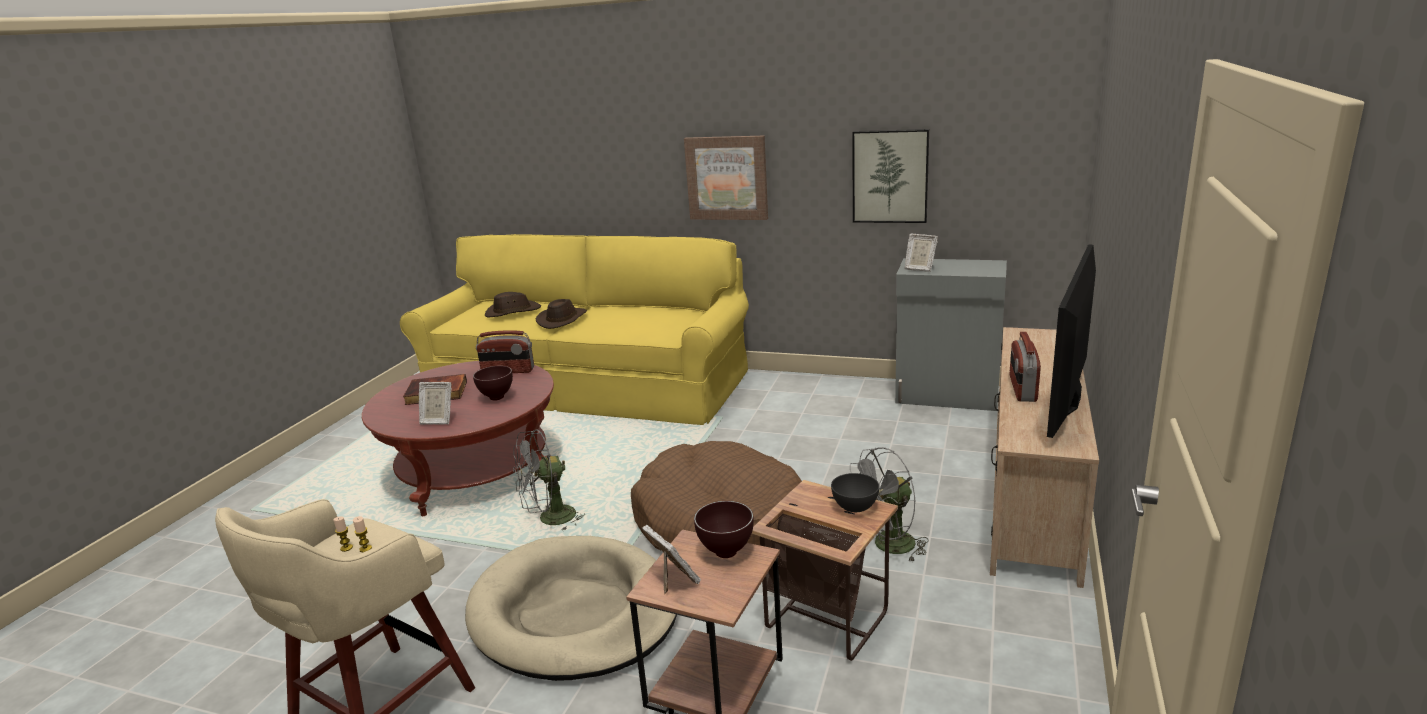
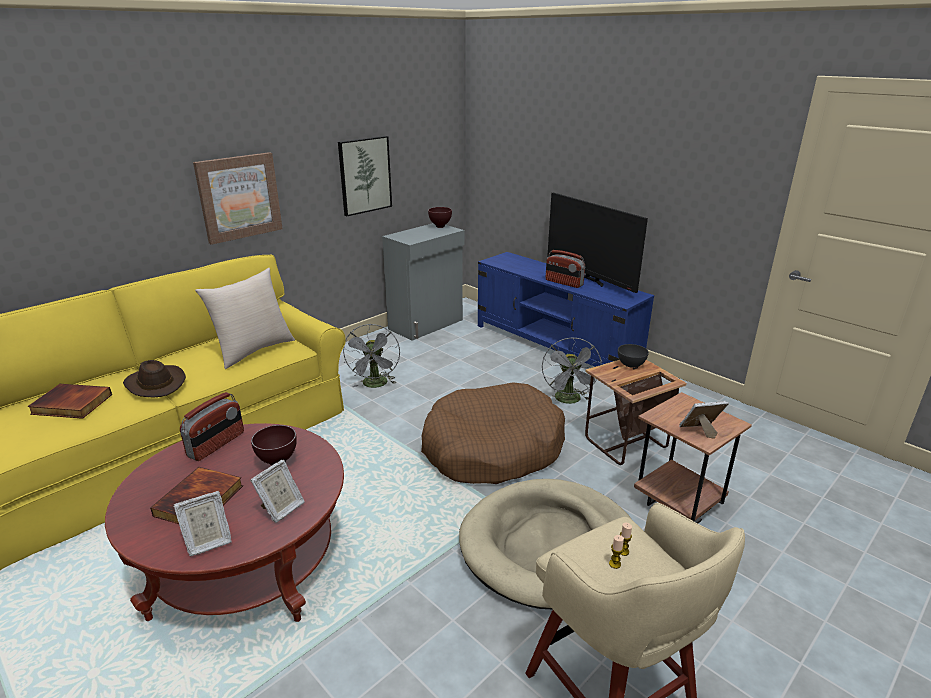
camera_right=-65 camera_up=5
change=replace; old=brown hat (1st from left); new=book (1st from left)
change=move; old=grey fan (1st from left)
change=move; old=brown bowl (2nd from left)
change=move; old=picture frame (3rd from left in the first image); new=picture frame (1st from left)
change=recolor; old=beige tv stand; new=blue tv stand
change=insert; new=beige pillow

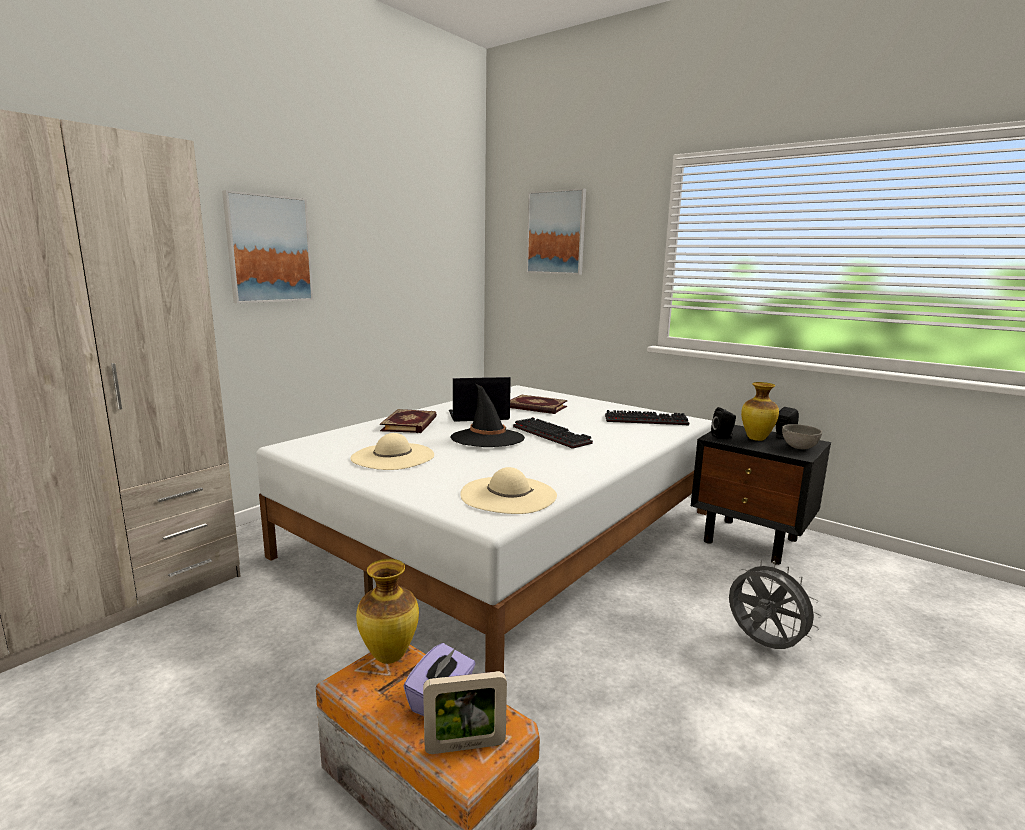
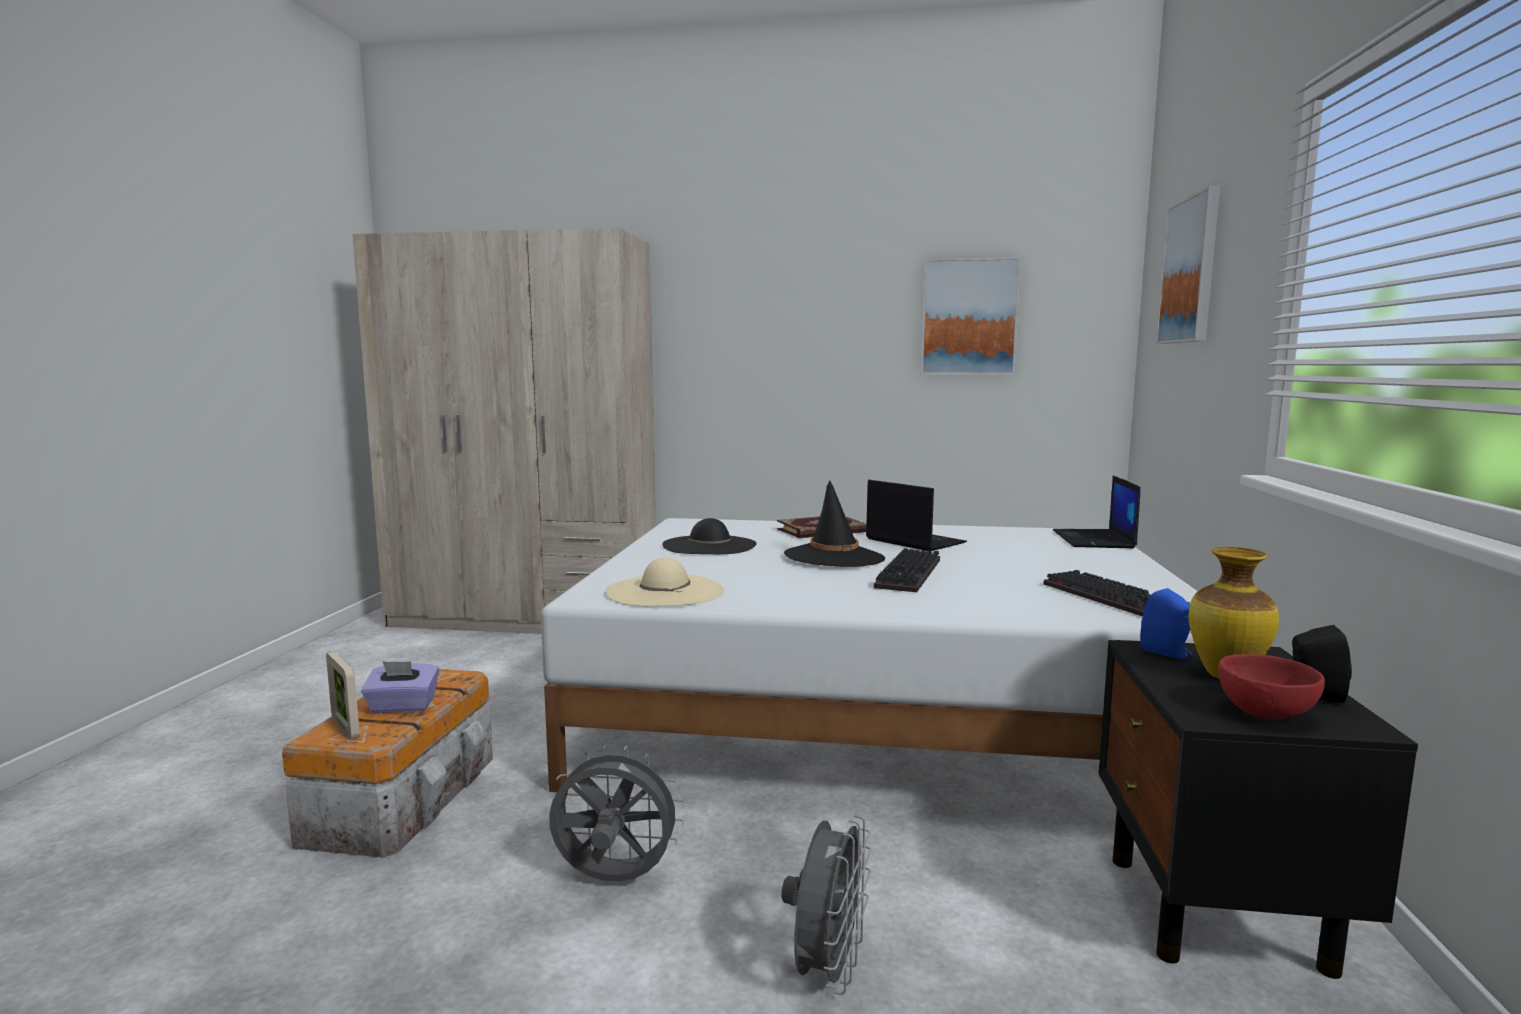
camera_right=60 camera_up=-5
change=move; old=picture (1st from left)
change=recolor; old=beige hat (1st from left); new=black hat (1st from left)
change=delete; old=vase (1st from left)
change=delete; old=book (2nd from left)
change=recolor; old=black speaker (1st from left); new=blue speaker
change=recolor; old=grey bowl; new=red bowl
change=insert; new=grey fan (1st from left)
change=insert; new=laptop (2nd from left)

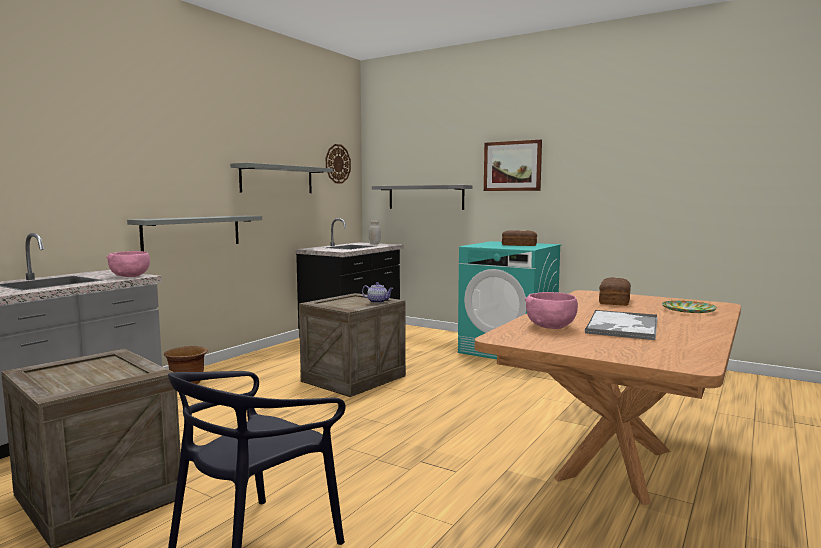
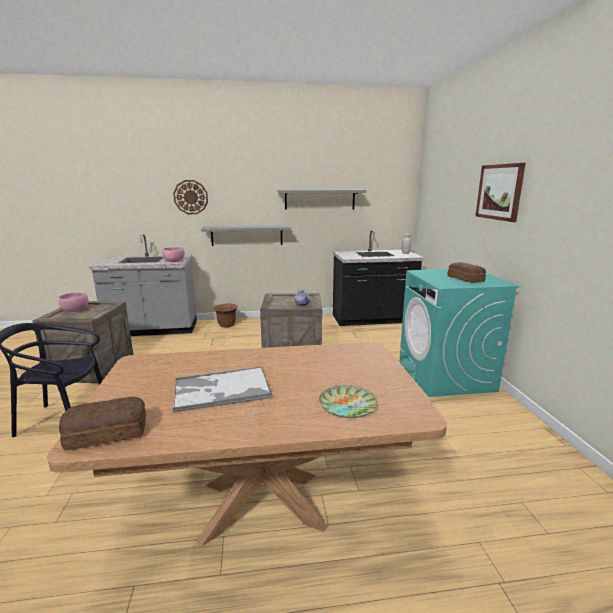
camera_right=50 camera_up=10
change=move; old=wall clock
change=delete; old=grey shelf (3rd from left)
change=move; old=pink bowl (2nd from left in the first image); new=pink bowl (1st from left)
change=move; old=bread (2nd from left in the first image); new=bread (1st from left)

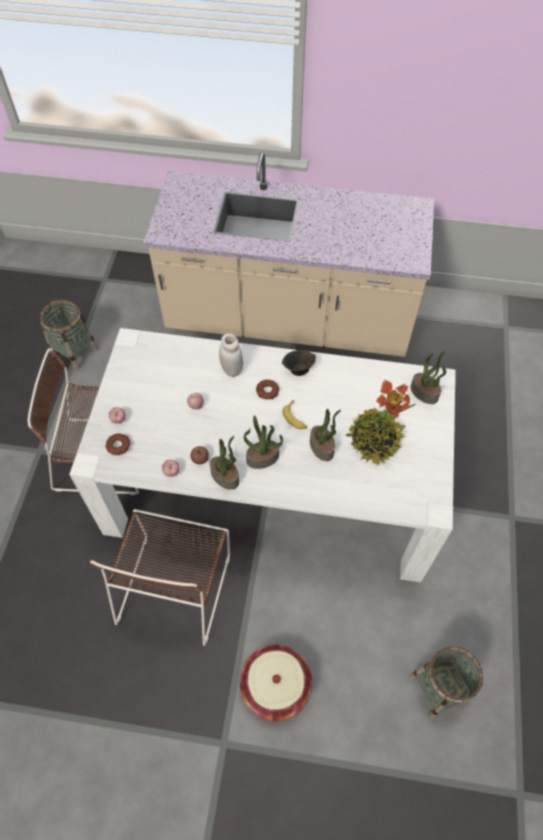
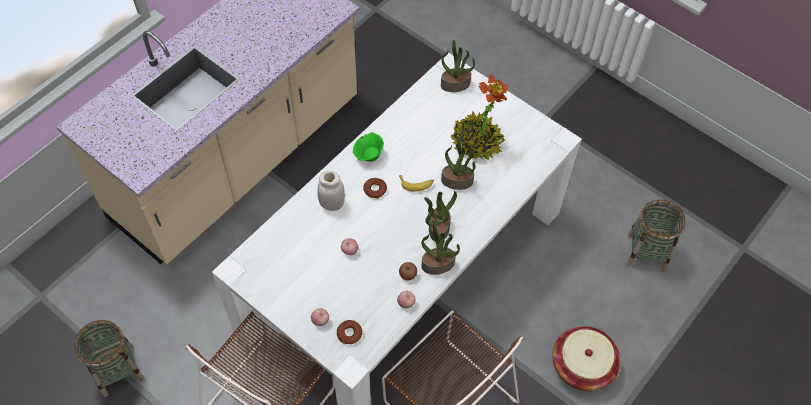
camera_right=-60 camera_up=0
change=recolor; old=brown bowl; new=green bowl

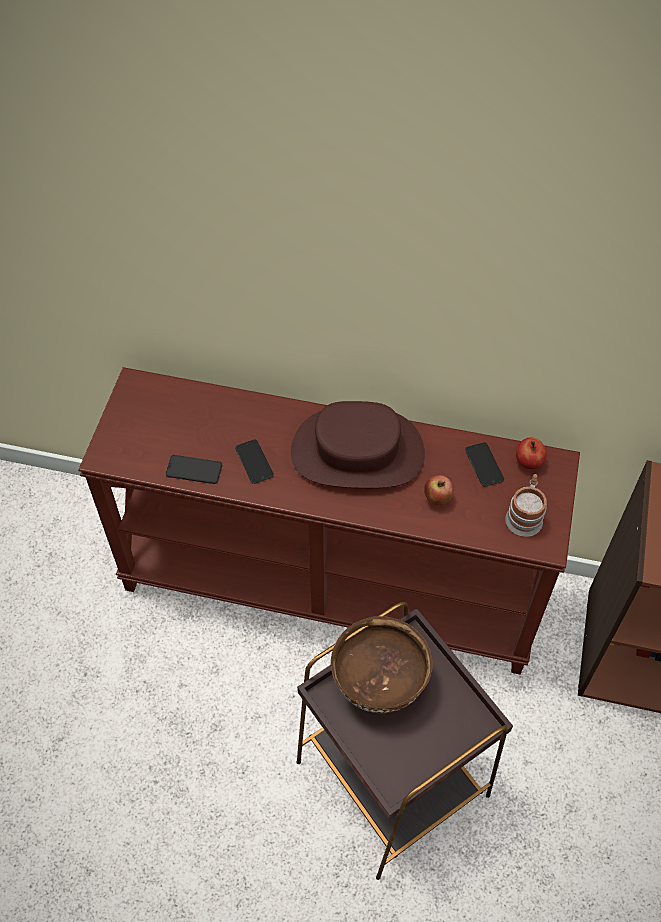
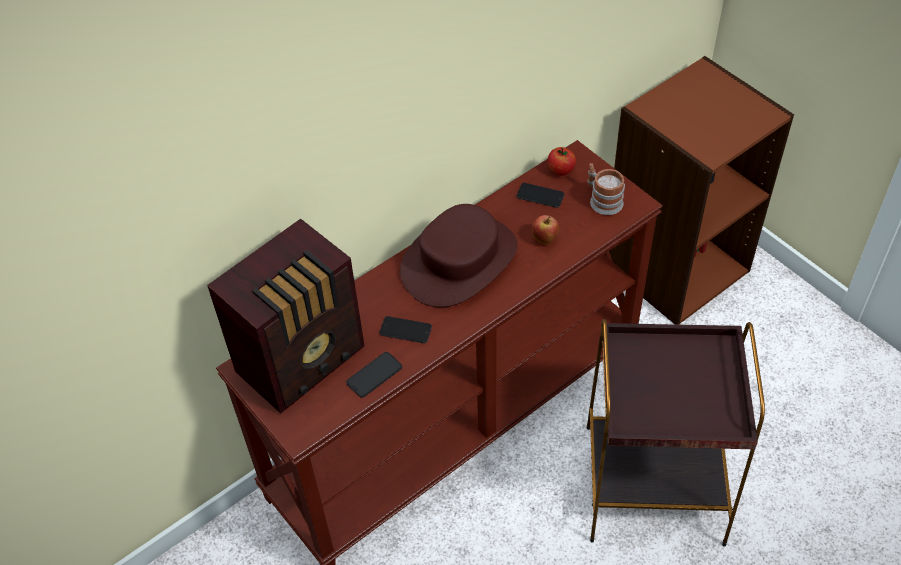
camera_right=-50 camera_up=-5
change=delete; old=brown bowl
change=insert; new=radio

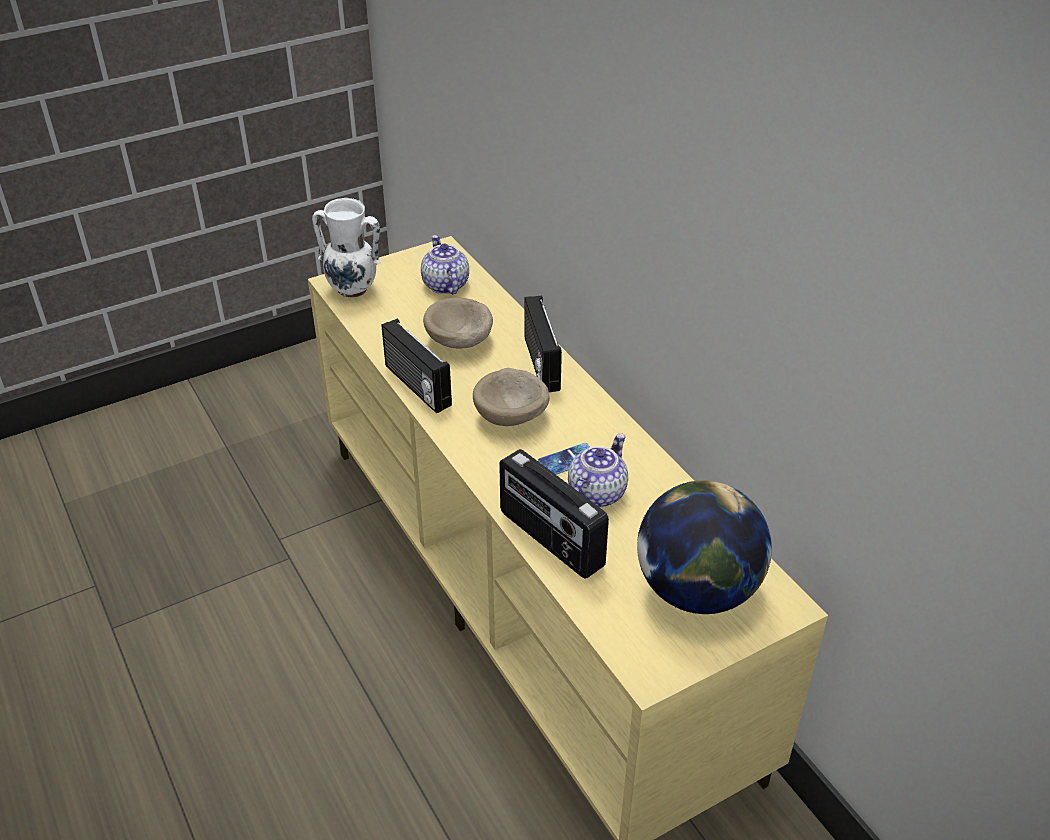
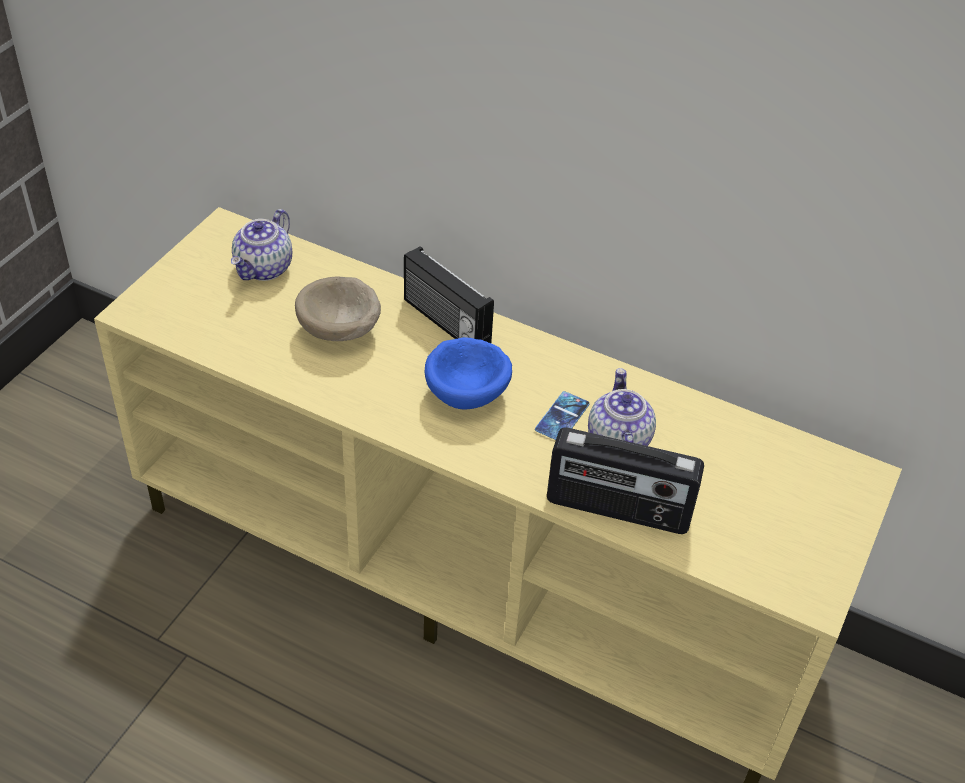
camera_right=-35 camera_up=5
change=delete; old=white vase
change=delete; old=radio (1st from left)
change=rotate; old=teapot (1st from left); degrees=-105
change=recolor; old=beige bowl (2nd from left); new=blue bowl
change=delete; old=globe

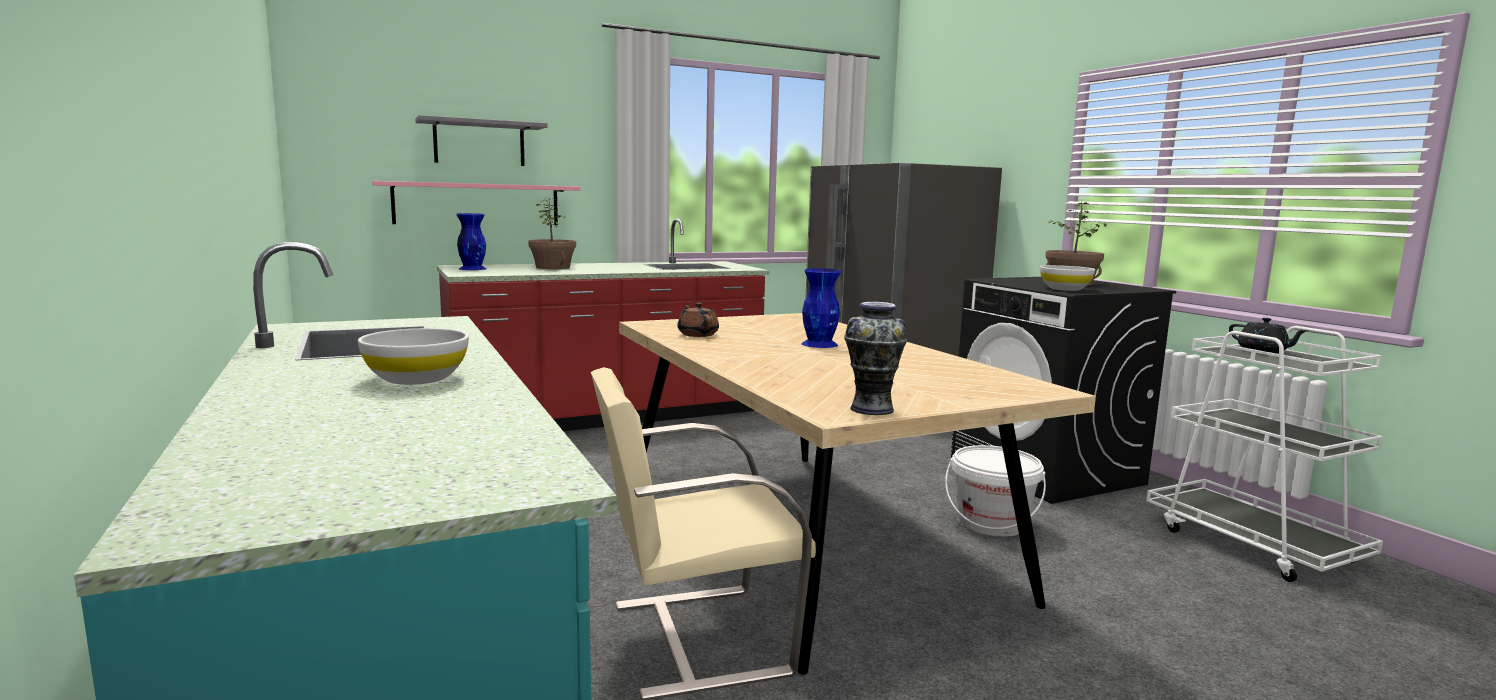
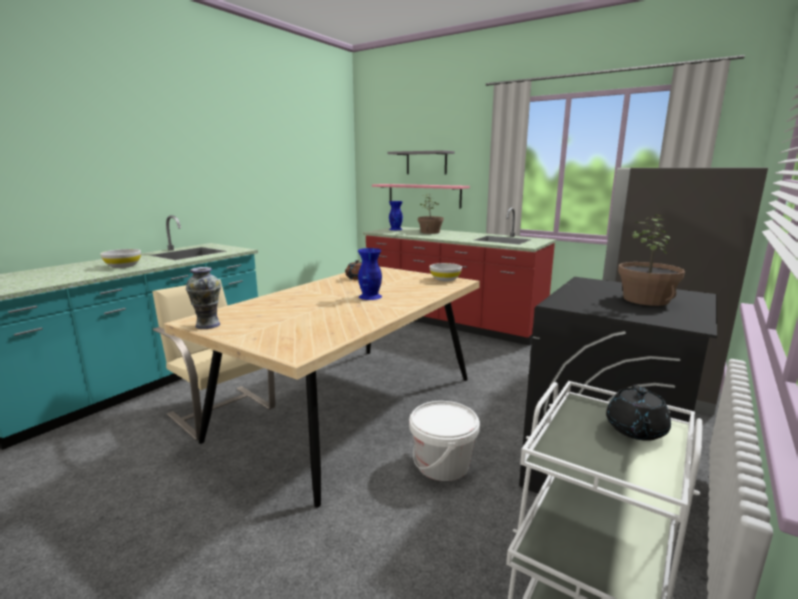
camera_right=60 camera_up=5
change=move; old=white bowl (2nd from left)

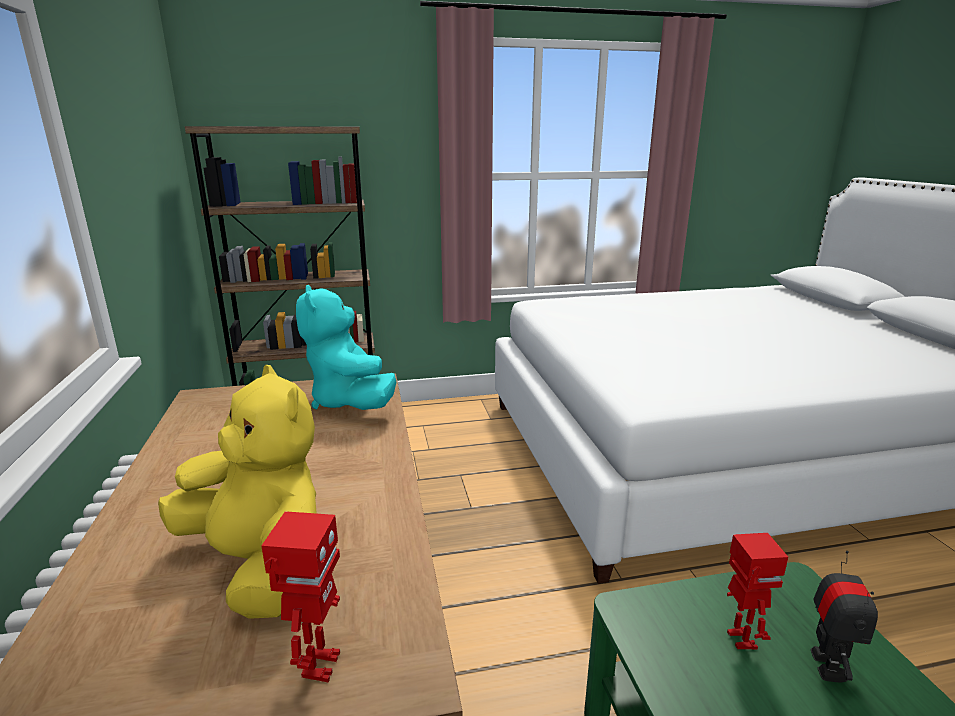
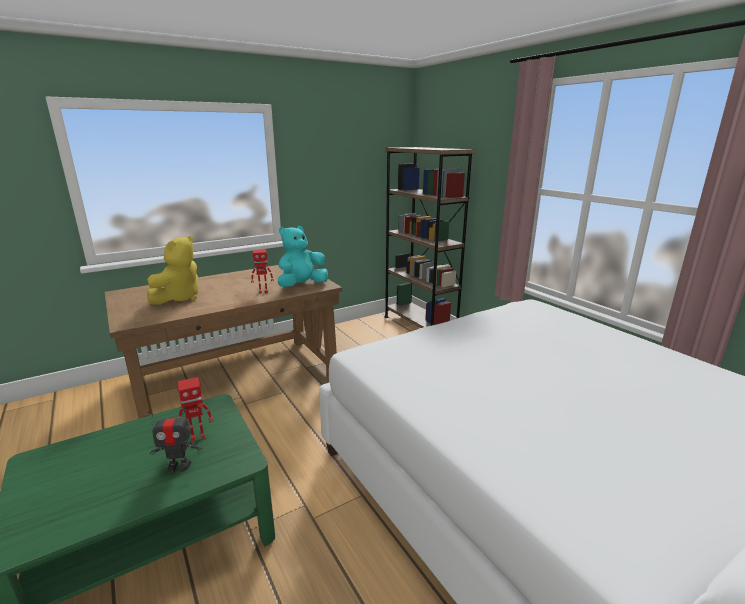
camera_right=70 camera_up=0
change=move; old=toy robot (1st from left in the first image); new=toy robot (3rd from left)

